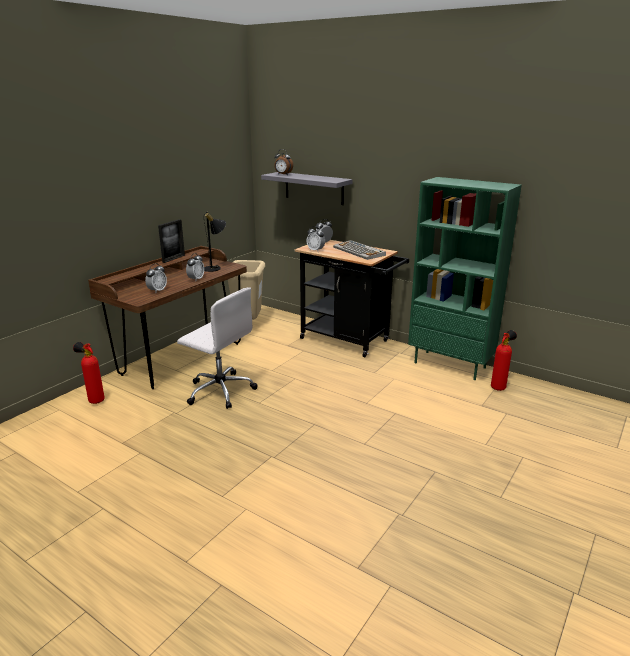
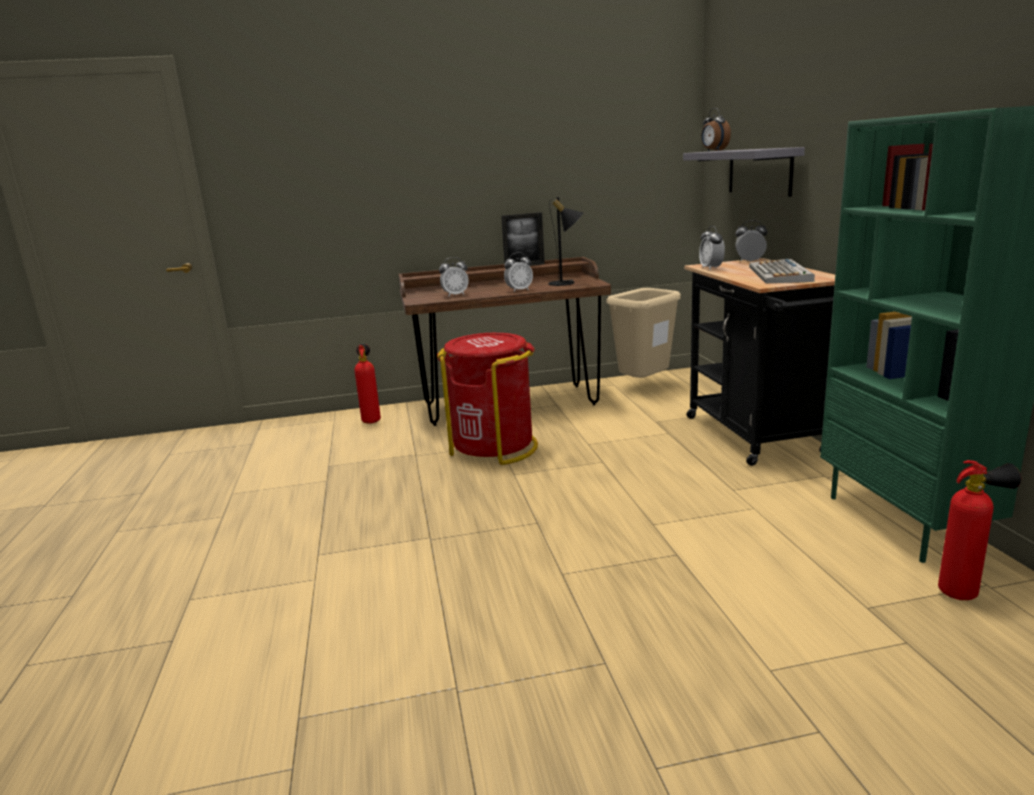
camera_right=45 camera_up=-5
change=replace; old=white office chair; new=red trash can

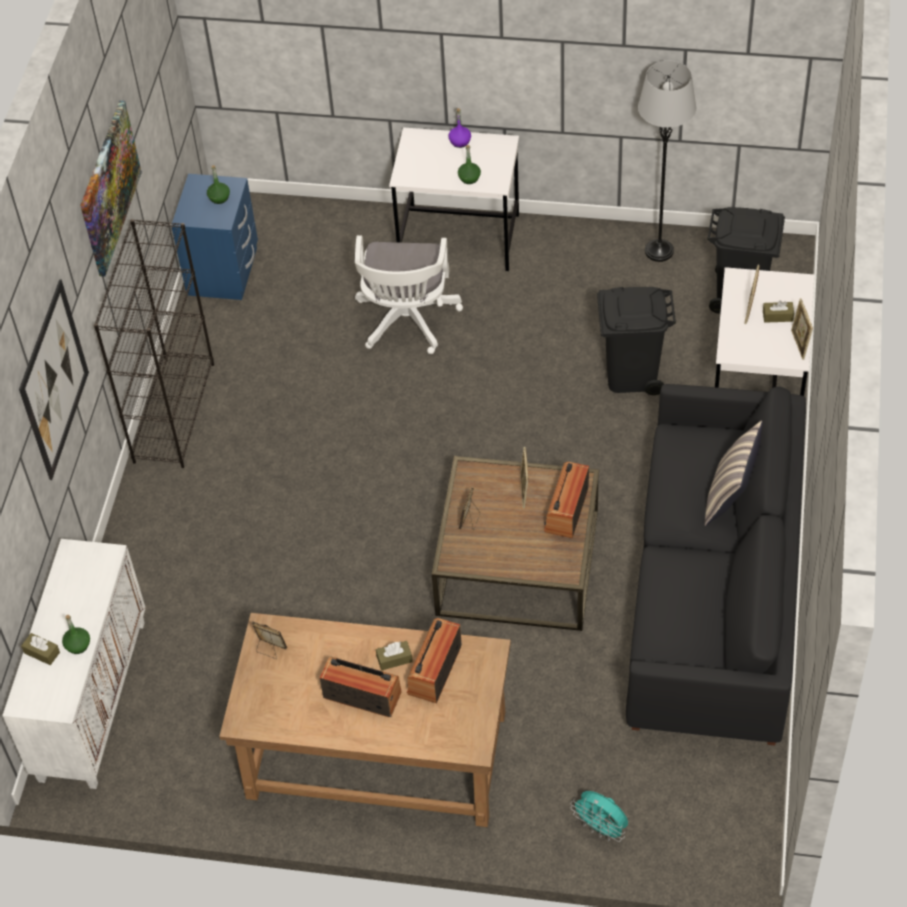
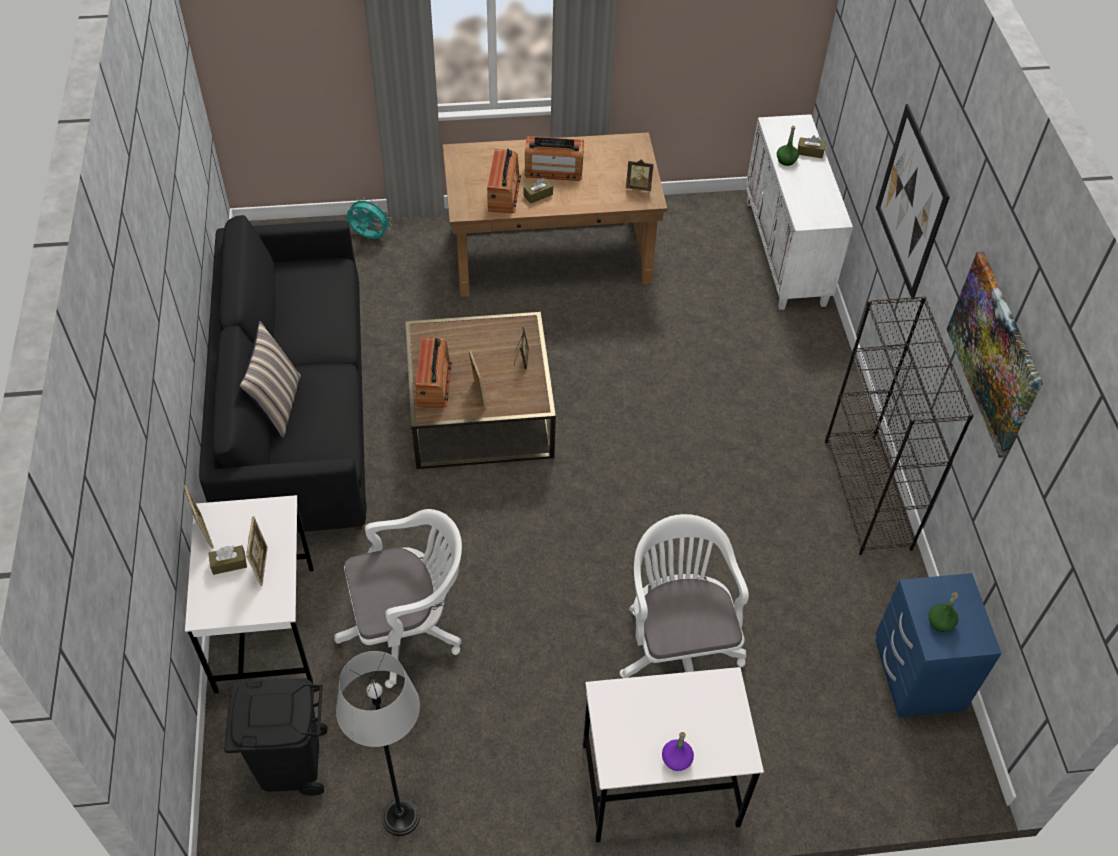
camera_right=160 camera_up=0
change=delete; old=green bottle (3rd from left)
change=replace; old=black trash can (1st from left); new=white office chair (1st from left)

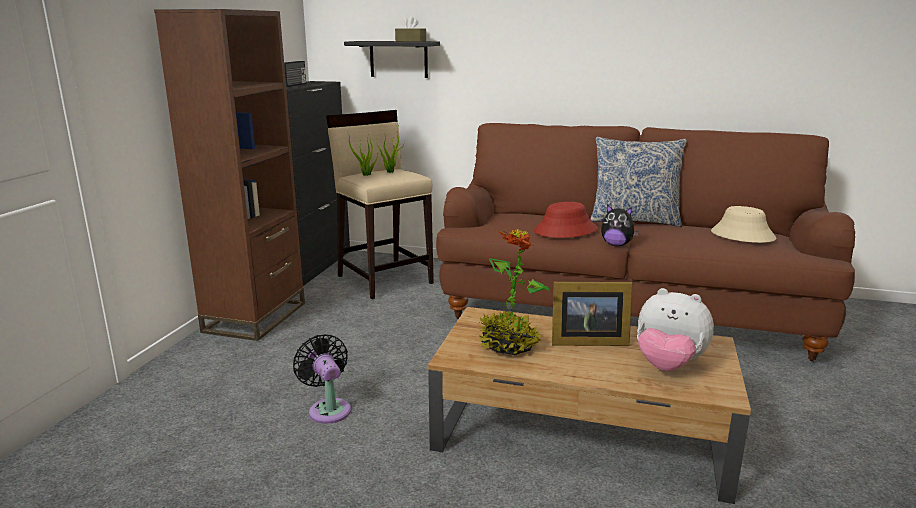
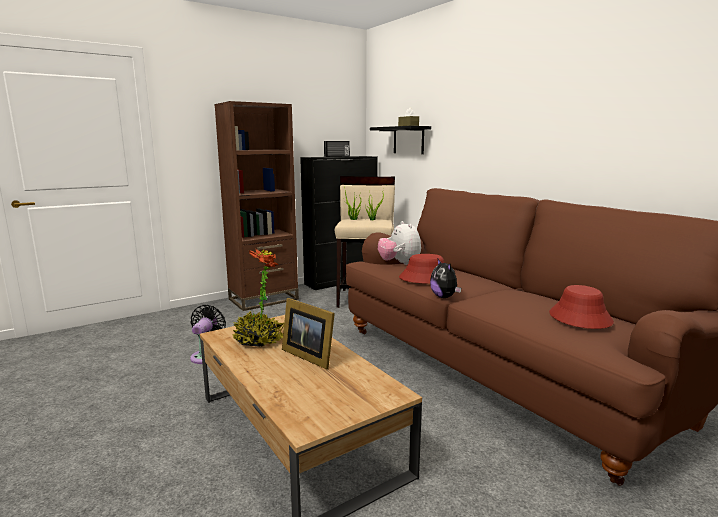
camera_right=40 camera_up=-5
change=delete; old=pillow
change=move; old=plush toy (2nd from left in the first image); new=plush toy (1st from left)
change=recolor; old=beige hat; new=red hat (2nd from left)

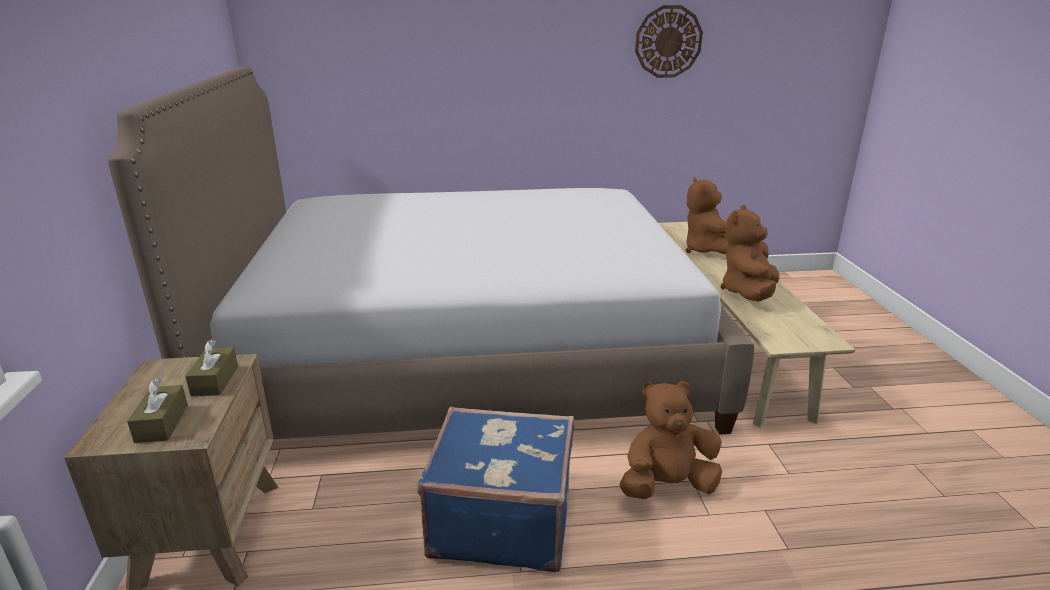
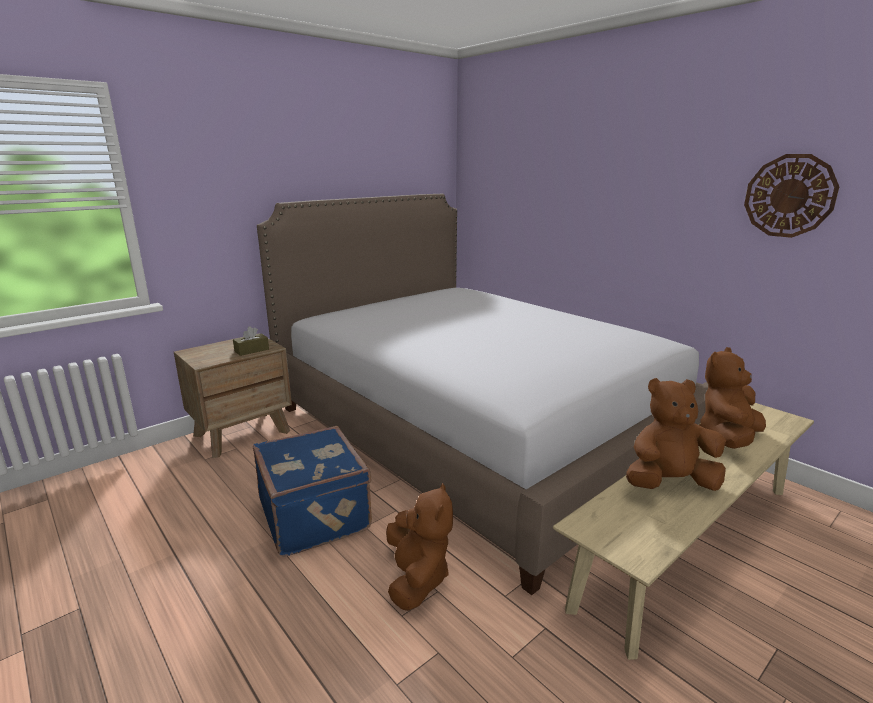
camera_right=55 camera_up=-5
change=delete; old=brown tissue box (1st from left)
change=rotate; old=brown plush toy (1st from left); degrees=45

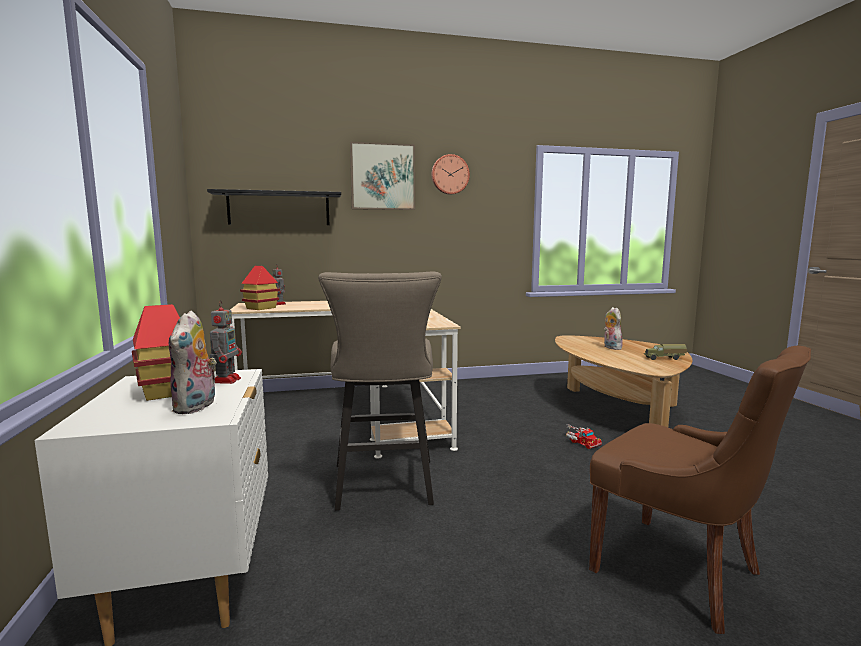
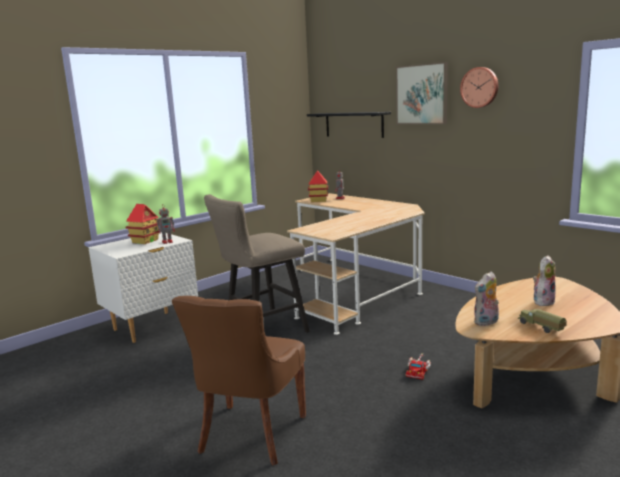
camera_right=60 camera_up=5
change=move; old=plush toy (1st from left)

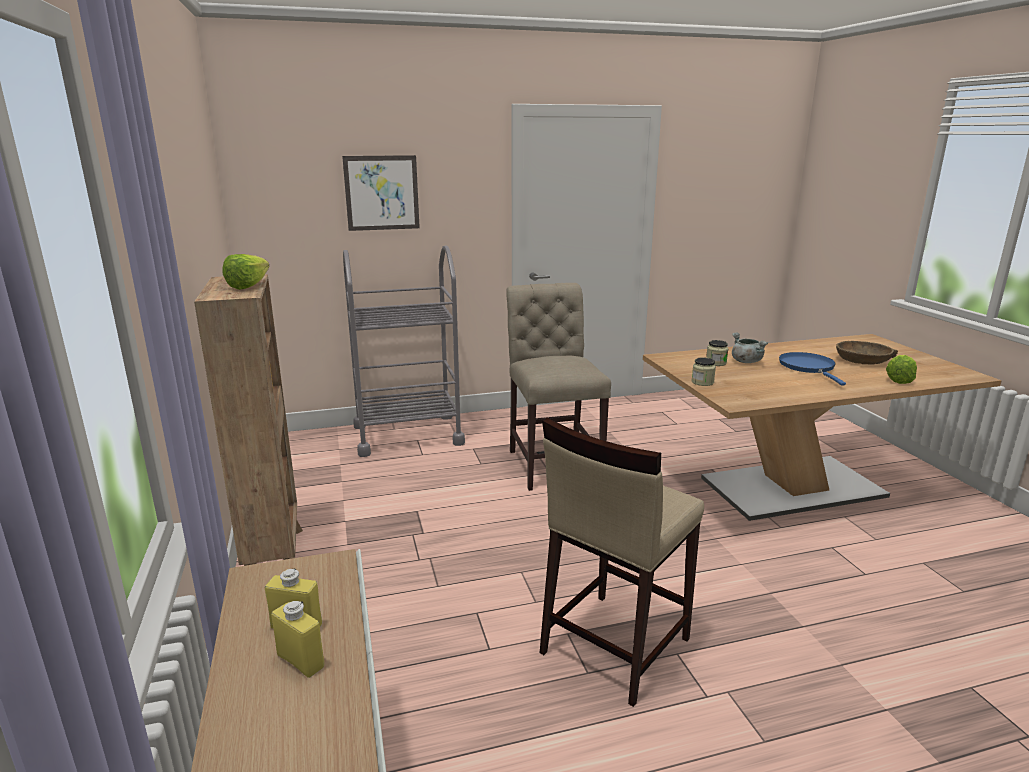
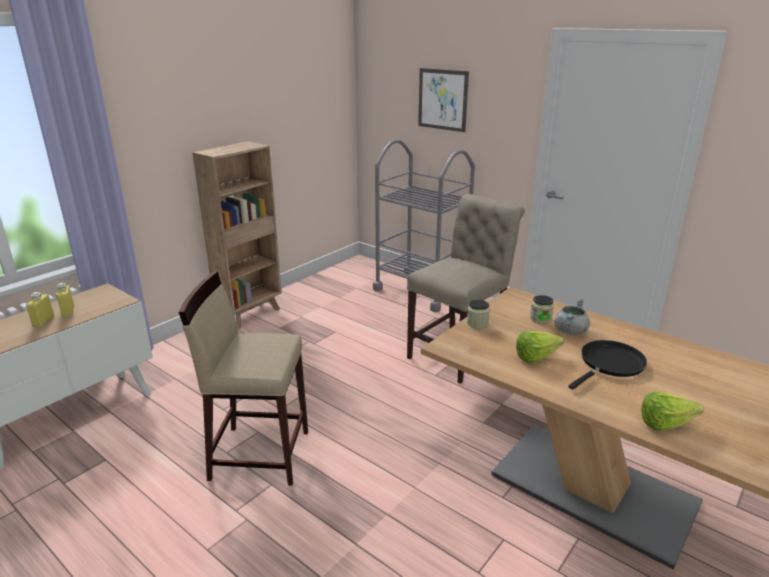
camera_right=55 camera_up=5
change=move; old=lettuce (1st from left)
change=recolor; old=blue frying pan; new=black frying pan
change=delete; old=brown bowl

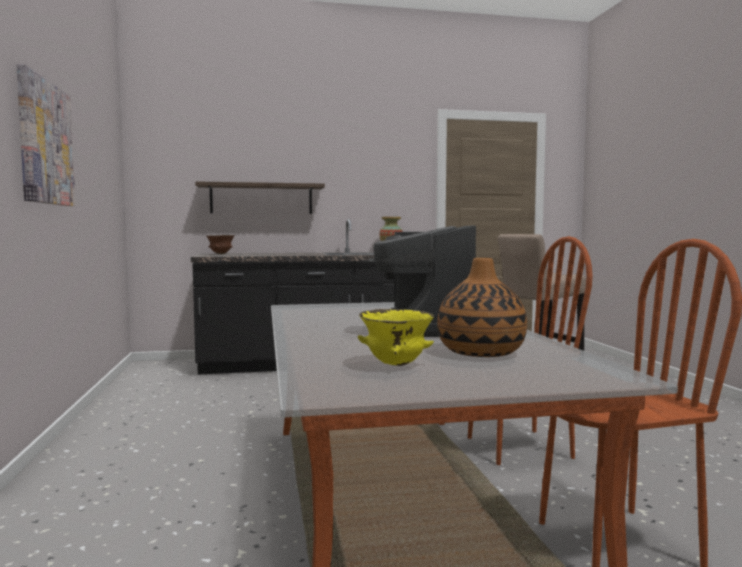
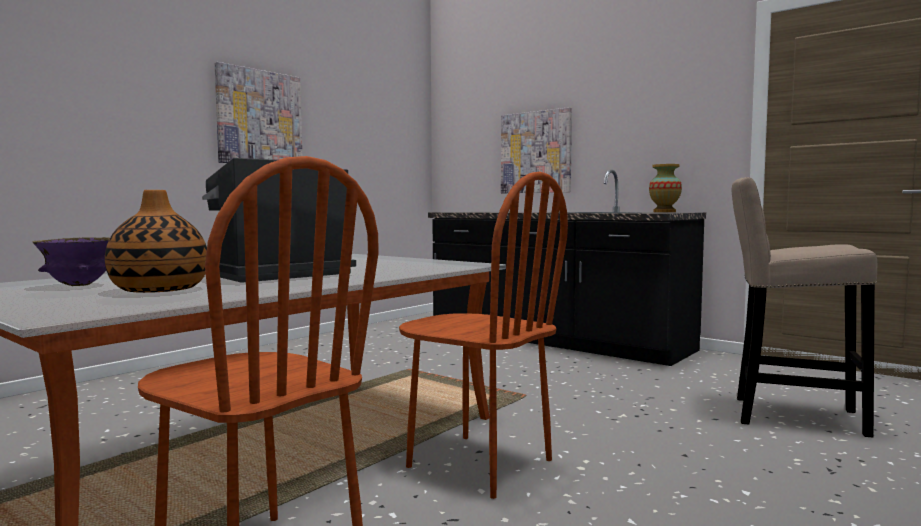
camera_right=50 camera_up=0
change=replace; old=shelf; new=picture (2nd from left)
change=delete; old=brown bowl
change=recolor; old=yellow bowl; new=purple bowl

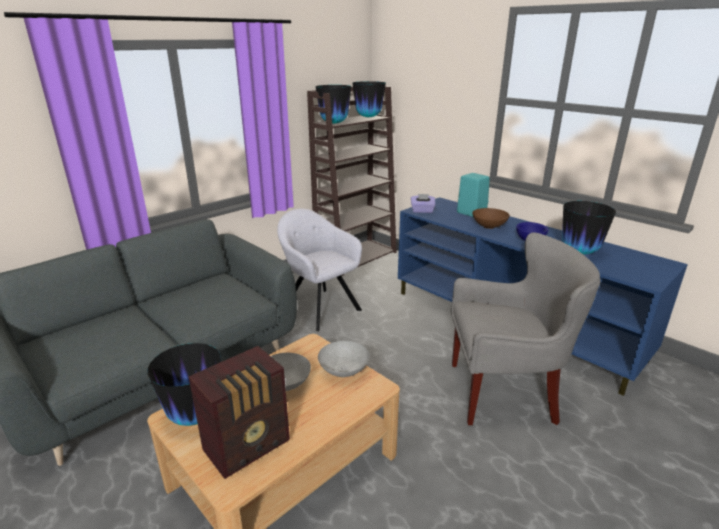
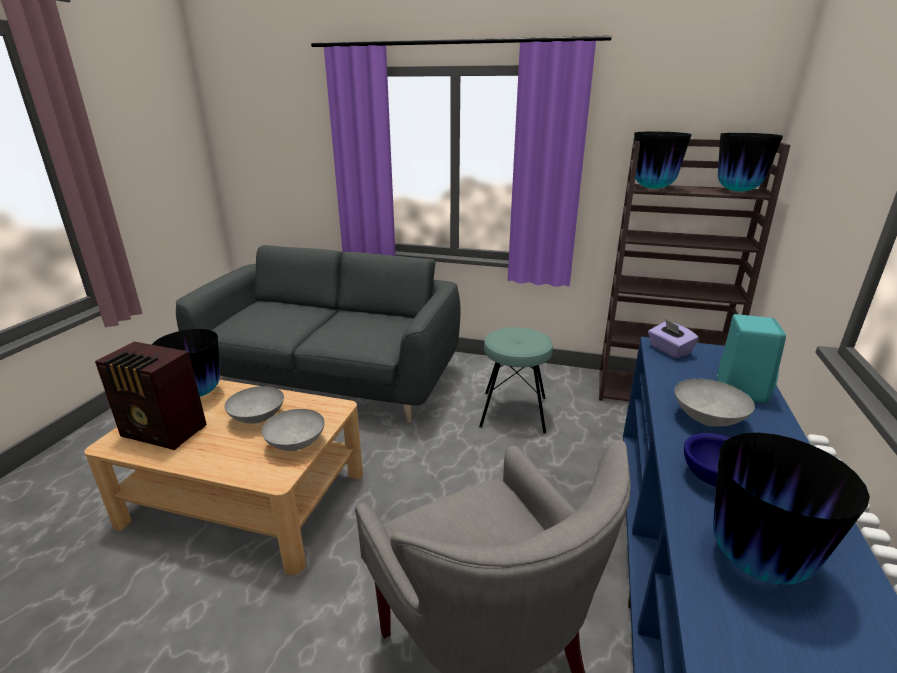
camera_right=60 camera_up=0
change=replace; old=grey armchair (1st from left); new=turquoise stool
change=recolor; old=brown bowl; new=grey bowl (3rd from left)

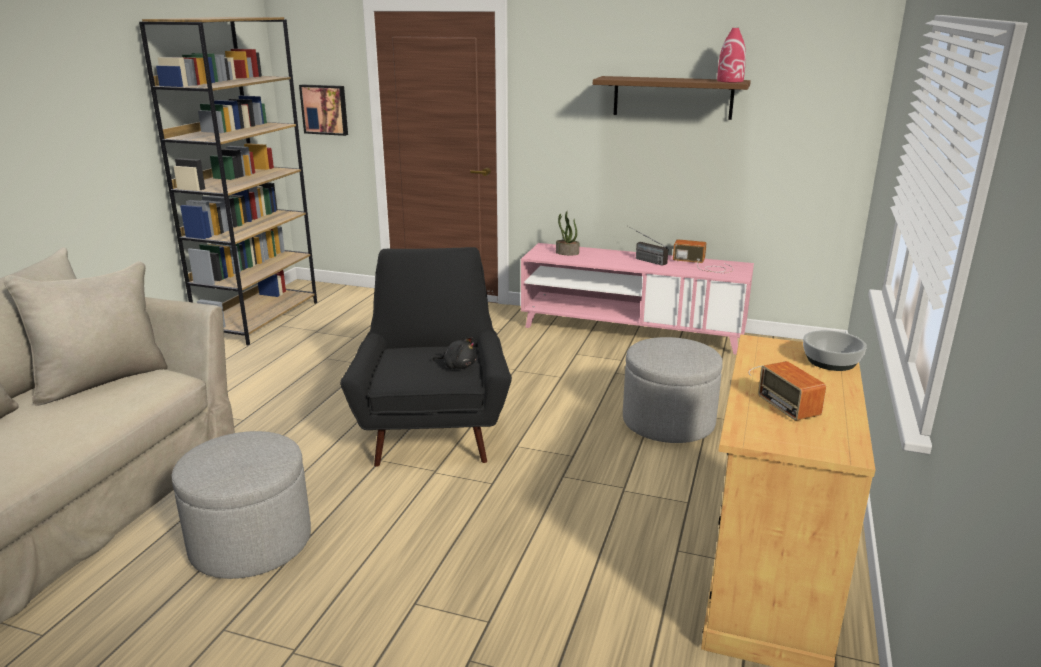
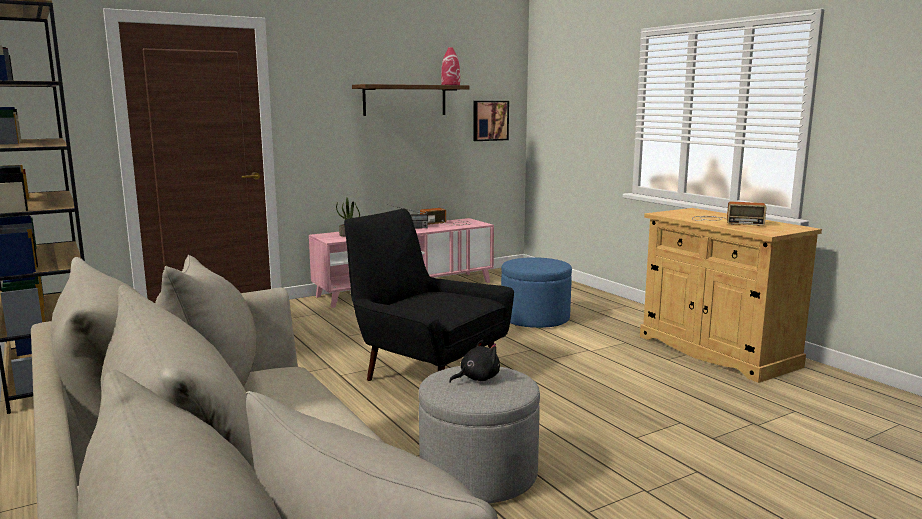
camera_right=-50 camera_up=-10
change=move; old=picture
change=move; old=black plush toy
change=recolor; old=grey ottoman (2nd from left); new=blue ottoman
change=delete; old=bowl

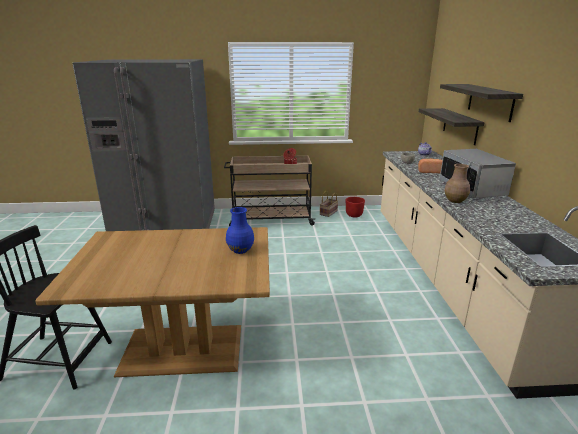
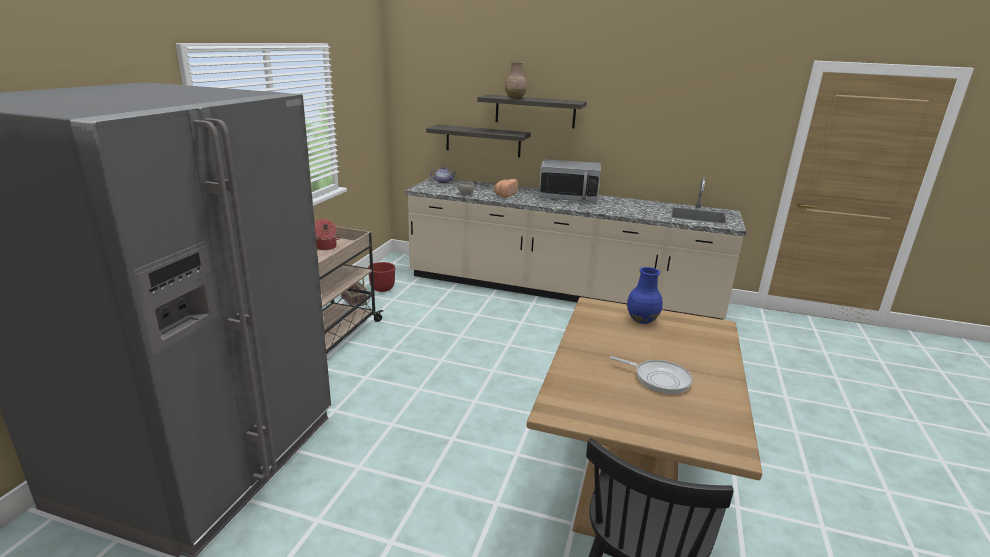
camera_right=-70 camera_up=0
change=move; old=brown vase
change=insert; new=frying pan

